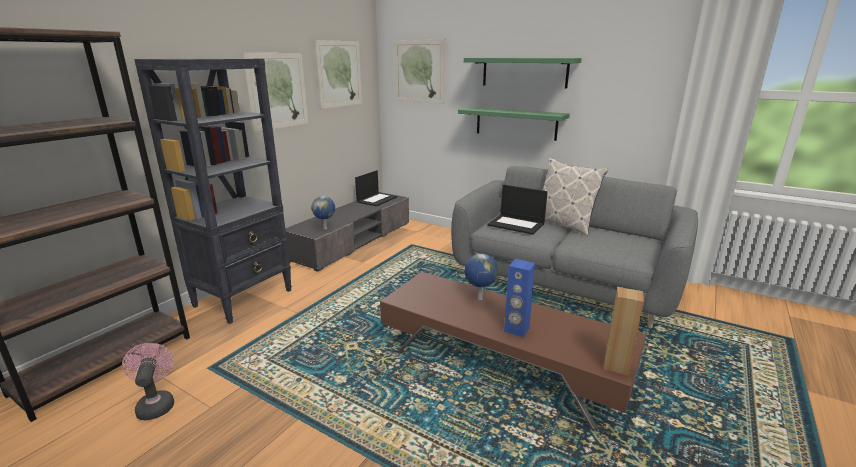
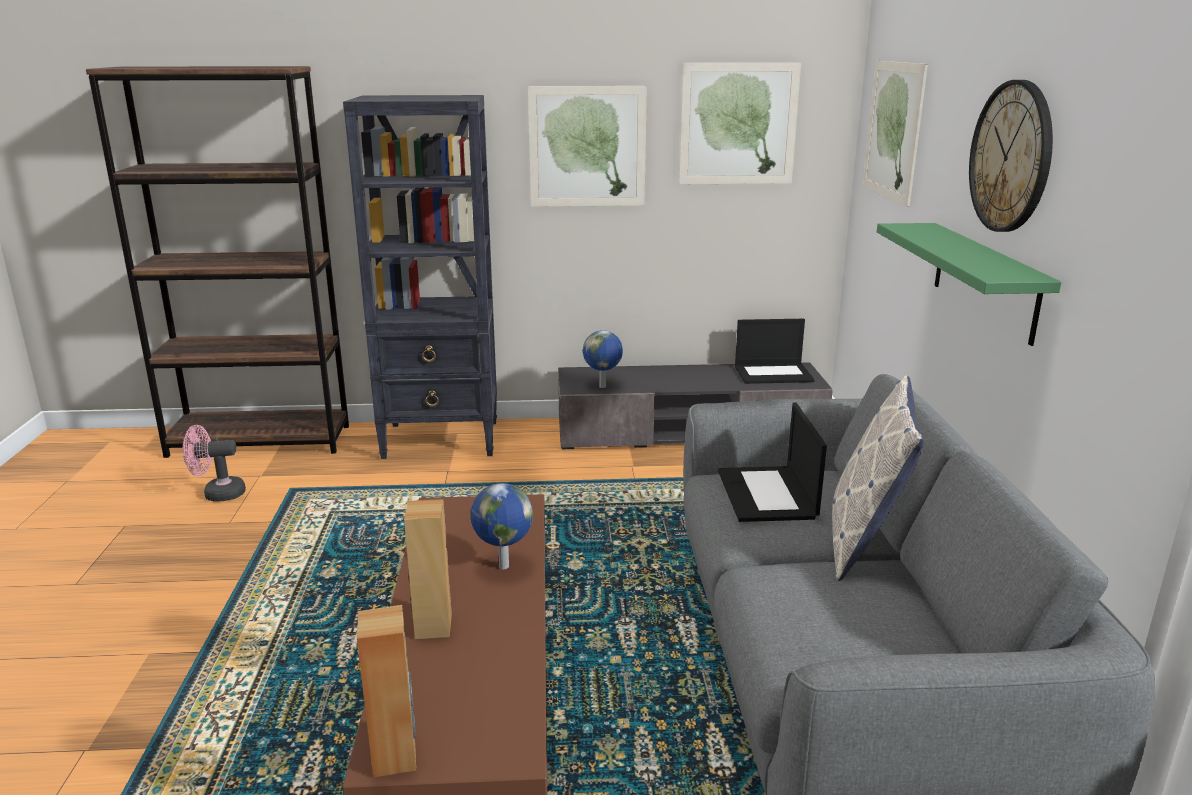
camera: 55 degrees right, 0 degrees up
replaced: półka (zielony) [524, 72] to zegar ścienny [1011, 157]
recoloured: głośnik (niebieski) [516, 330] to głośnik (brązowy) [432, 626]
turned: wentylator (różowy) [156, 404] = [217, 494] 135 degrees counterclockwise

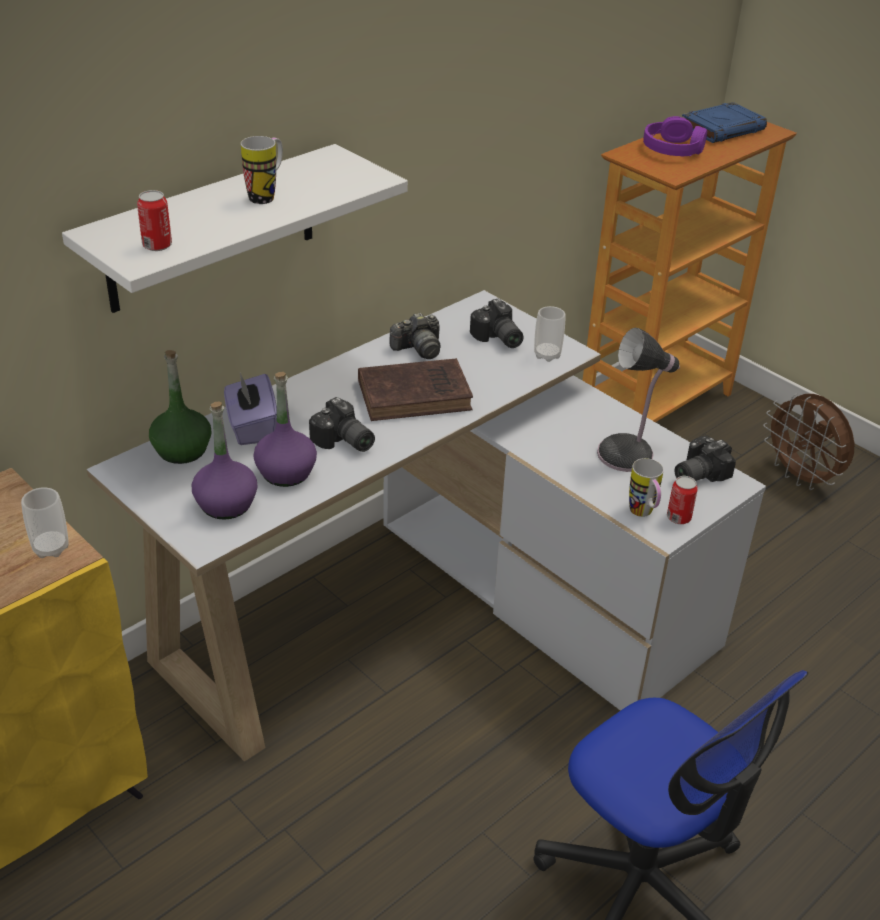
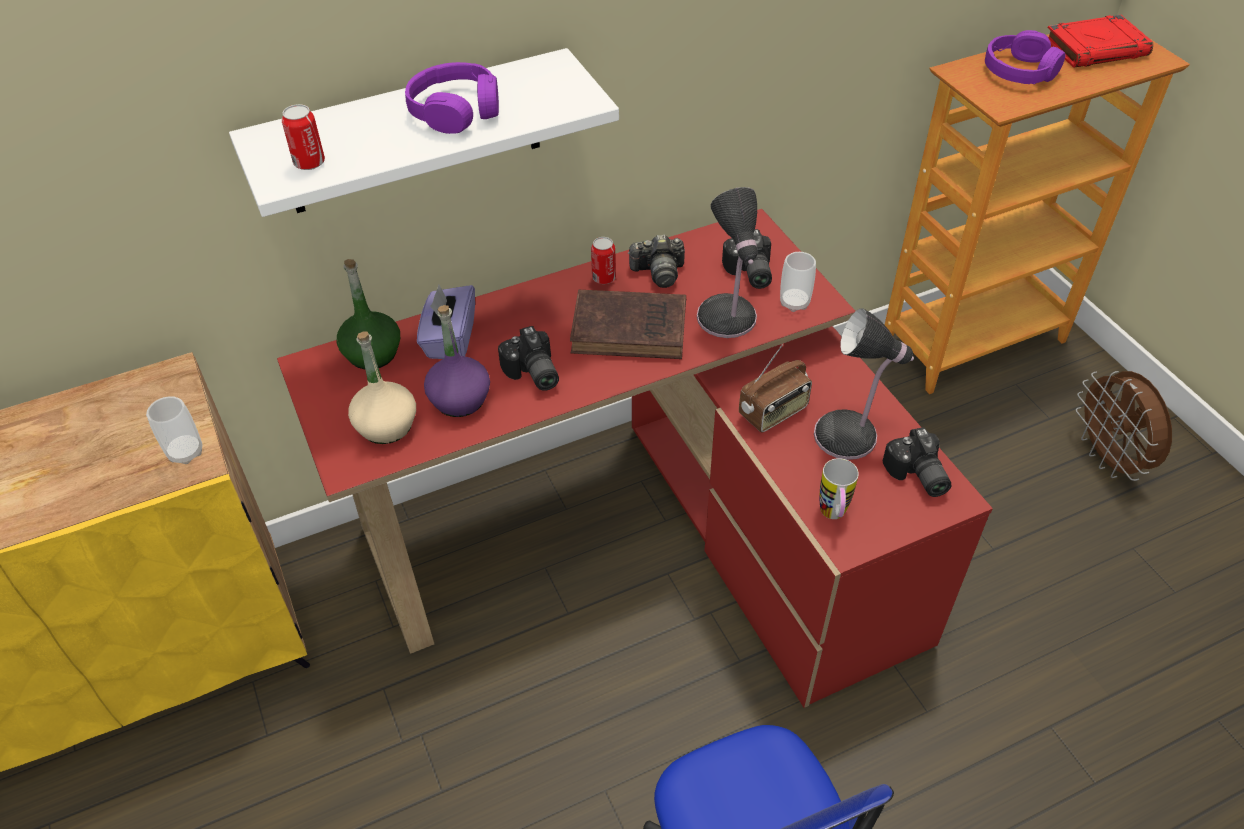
camera: 20 degrees right, 10 degrees up
added: lampa stołowa [727, 320]; radio [773, 413]
moved: puszka [678, 518] to [604, 278]
replaced: kubek [267, 196] to słuchawki (fioletowy) [456, 111]
recoloured: biurko (biały) [433, 612] to biurko (czerwony) [646, 534]; butelka (fioletowy) [226, 504] to butelka (beżowy) [386, 426]; książka (niebieski) [722, 128] to książka (czerwony) [1096, 48]
turned: aparat fotograficzny [696, 473] = [916, 476] 90 degrees counterclockwise

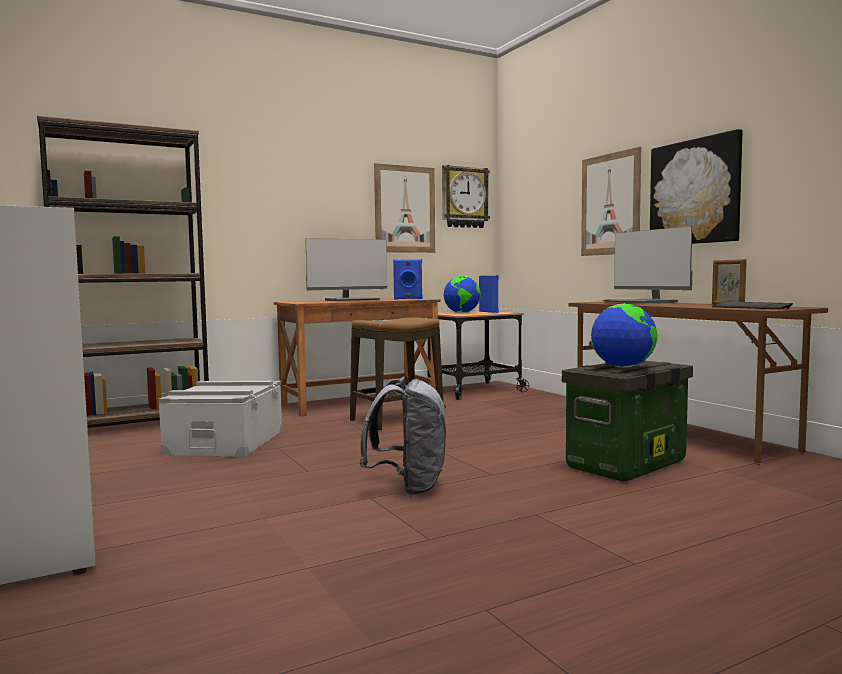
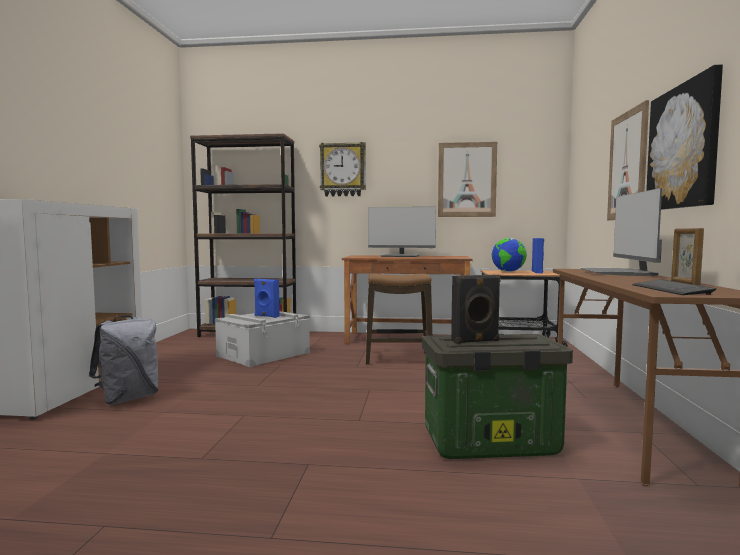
camera: 35 degrees right, 0 degrees up
moved: plecak (szary) [409, 487] to [128, 398]; głośnik (niebieski) [408, 299] to [266, 316]; zegar ścienny [464, 197] to [343, 170]
replaced: globus [623, 367] to głośnik (czarny) [475, 341]

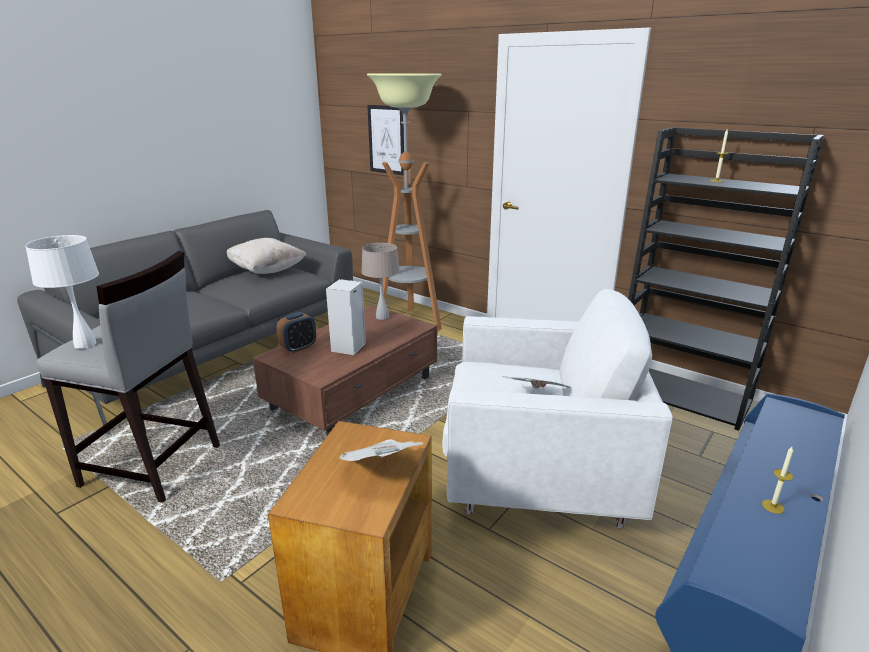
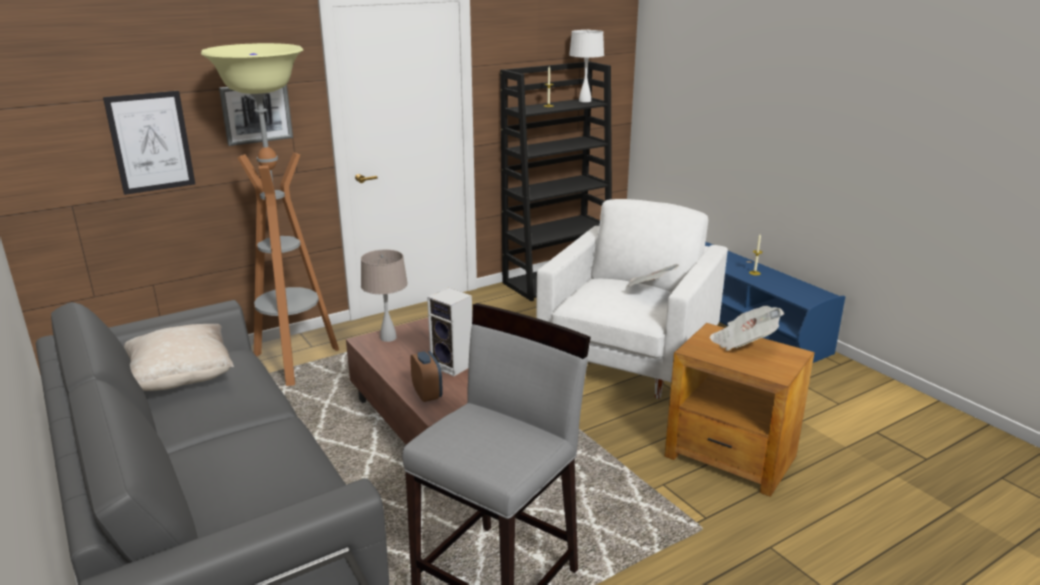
camera: 70 degrees left, 0 degrees up
added: obraz [256, 113]
moved: lampa stołowa (biały) [85, 344] to [585, 101]

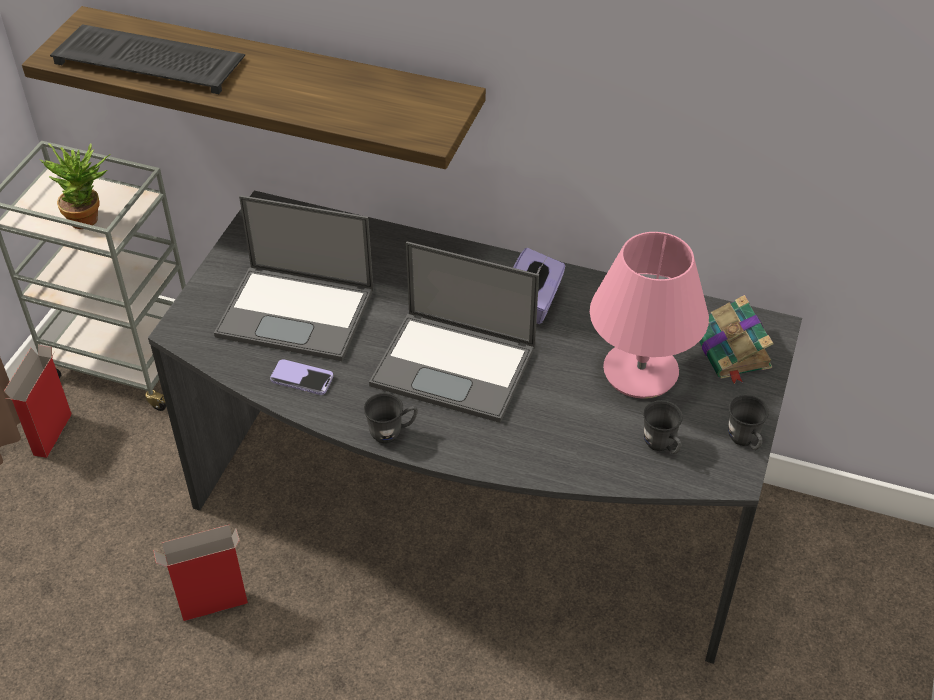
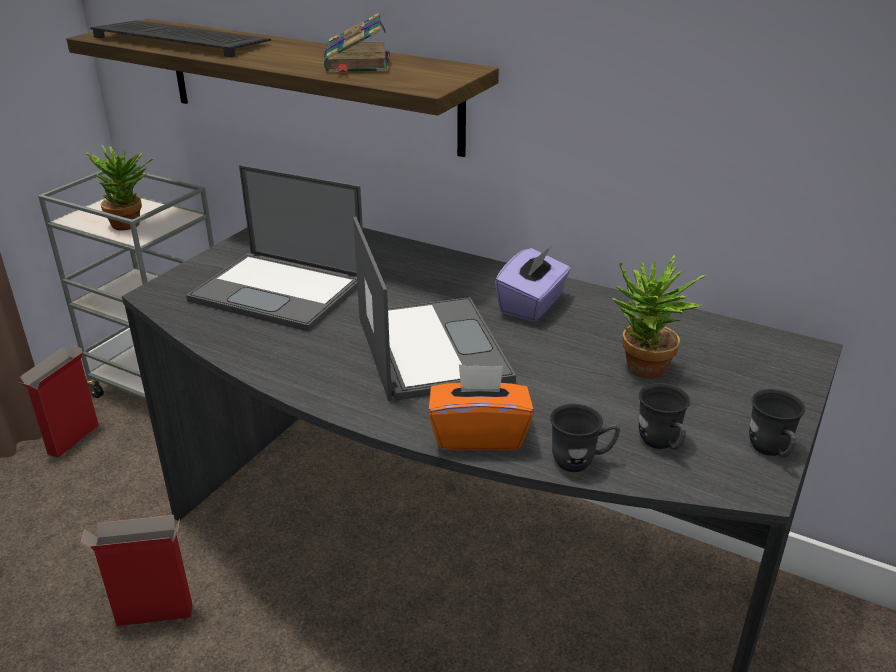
camera: 10 degrees right, 15 degrees down
removed: telefon [302, 378]
added: pudełko chusteczek (pomarańczowy) [479, 435]
moved: kubek (szary) [392, 433] to [581, 461]; książka [732, 351] to [357, 63]
replaced: lampa stołowa (różowy) [639, 371] to roślina doniczkowa [643, 372]
turned: laptop [456, 366] = [431, 347] 135 degrees counterclockwise

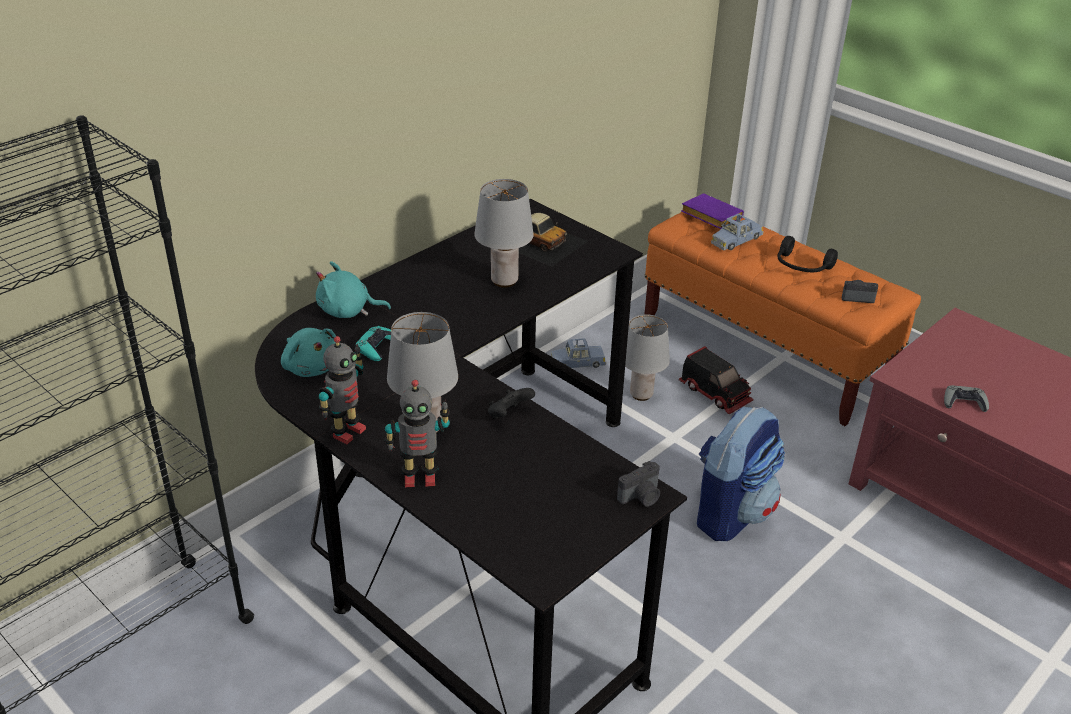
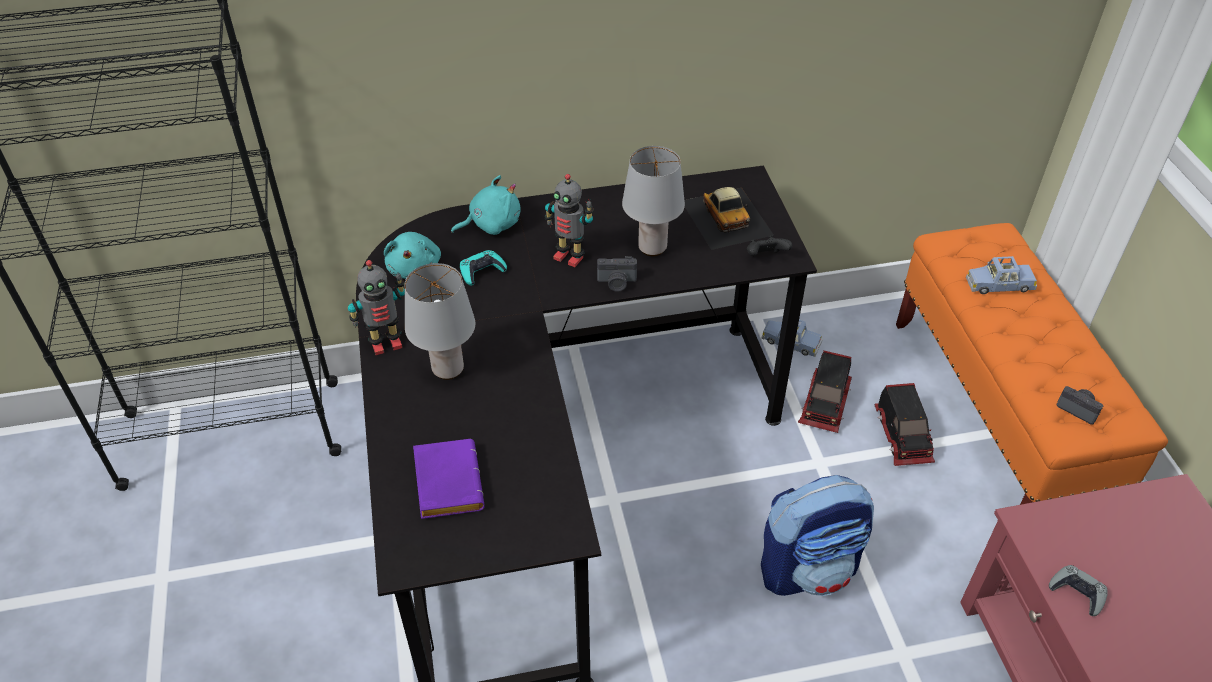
camera: 35 degrees right, 10 degrees up
removed: słuchawki (czarny) [802, 266]
moved: robot zabawkowy [420, 477] to [569, 257]; pad do gier (czarny) [508, 415] to [765, 257]; aparat fotograficzny [641, 497] to [616, 283]; książka (fioletowy) [709, 216] to [445, 482]
replaced: lampa stołowa (szary) [642, 394] to ciężarówka zabawkowa [826, 403]
turned: pluszak (turkusowy) [348, 311] = [491, 224] 120 degrees clockwise

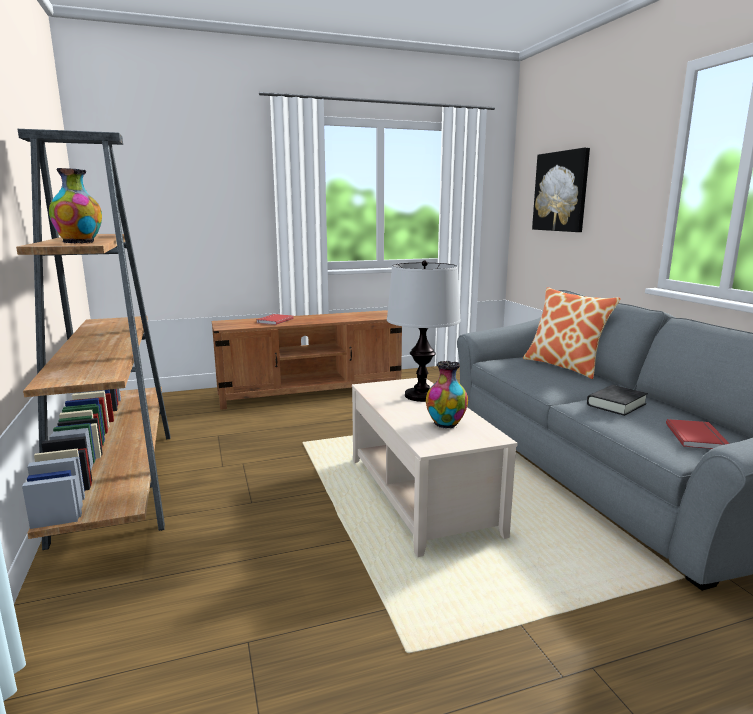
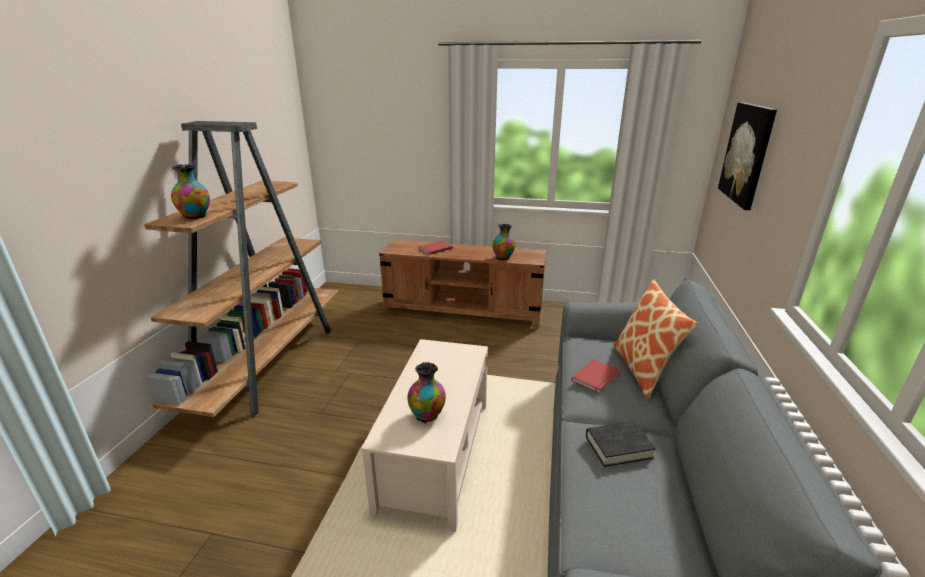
camera: 30 degrees right, 10 degrees up
removed: lampa stołowa [421, 396]
added: wazon [503, 258]
moved: książka (czerwony) [698, 437] to [597, 378]

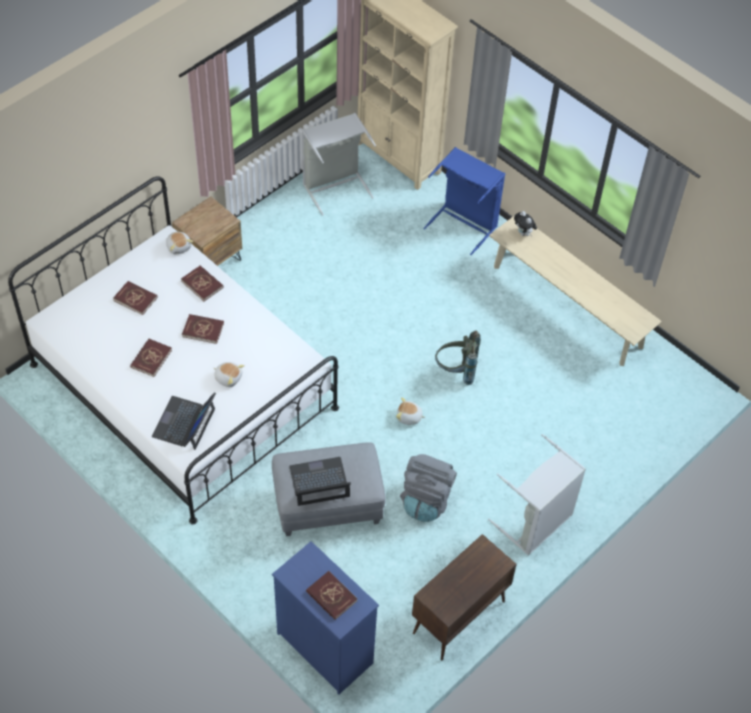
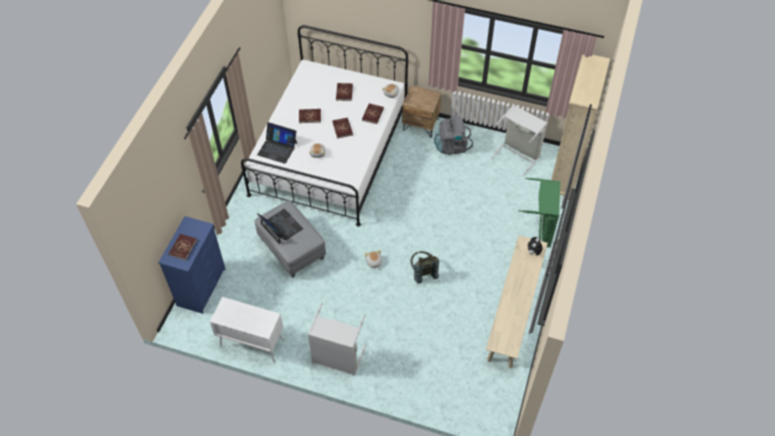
camera: 65 degrees right, 0 degrees up
moved: plecak (szary) [426, 500] to [451, 146]
recoloured: szafka (brązowy) [458, 618] to szafka (biały) [251, 343]; kosz na pranie (niebieski) [464, 223] to kosz na pranie (zielony) [539, 229]
turned: laptop [185, 423] = [277, 148] 150 degrees counterclockwise

